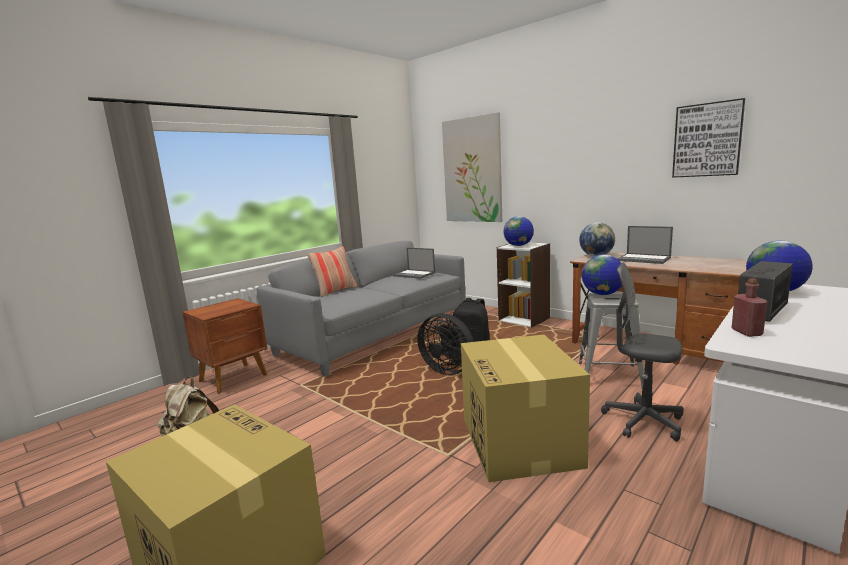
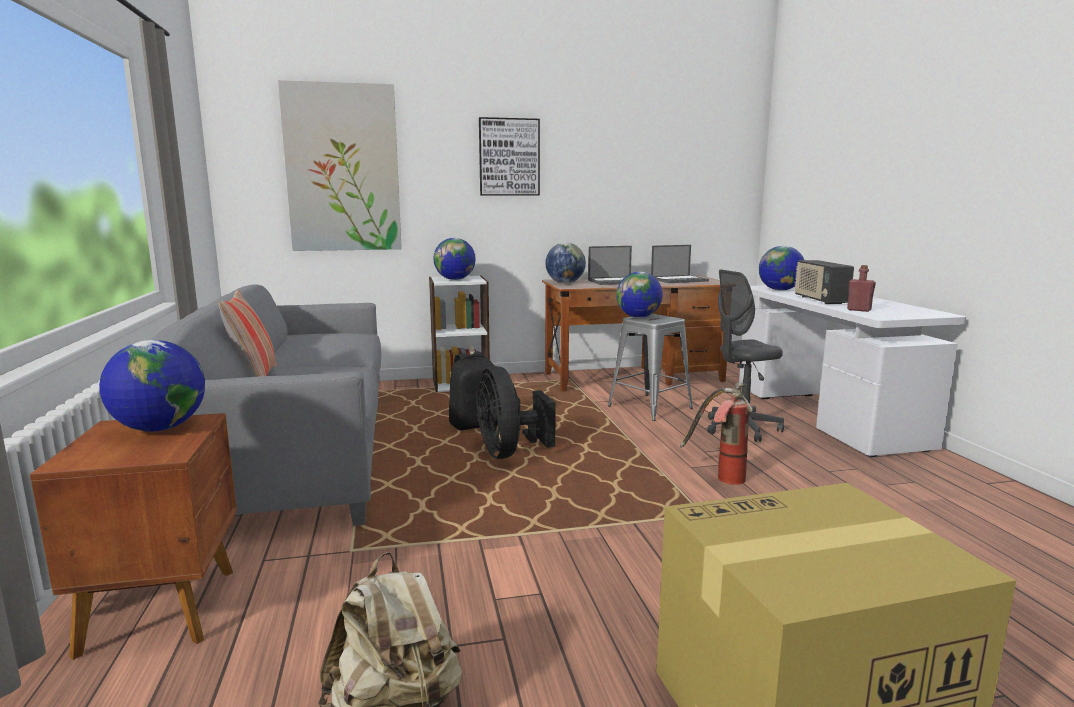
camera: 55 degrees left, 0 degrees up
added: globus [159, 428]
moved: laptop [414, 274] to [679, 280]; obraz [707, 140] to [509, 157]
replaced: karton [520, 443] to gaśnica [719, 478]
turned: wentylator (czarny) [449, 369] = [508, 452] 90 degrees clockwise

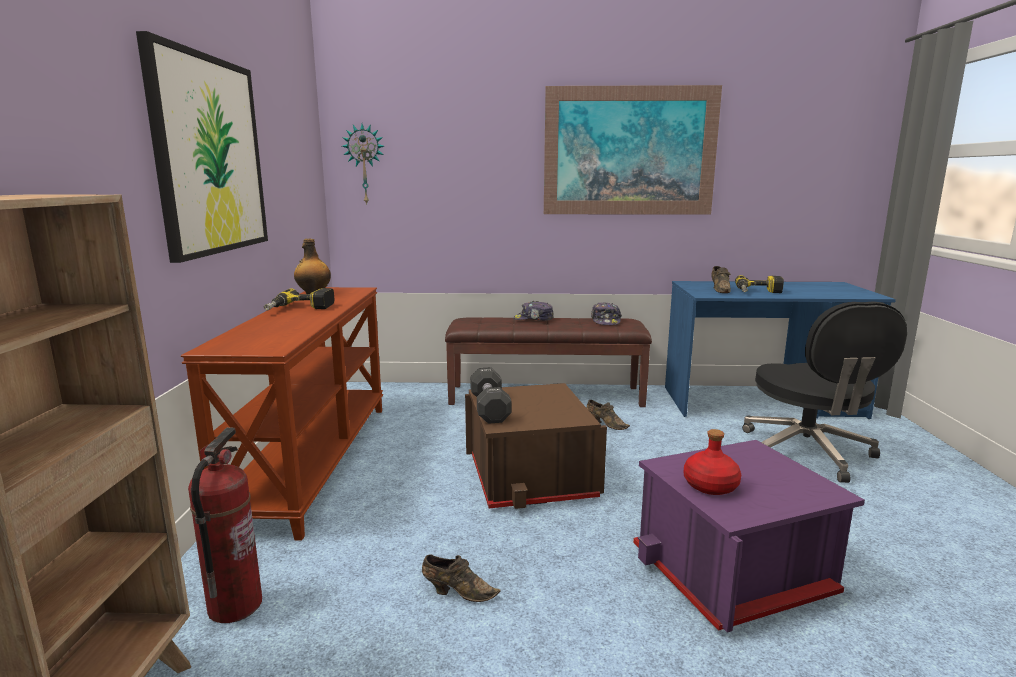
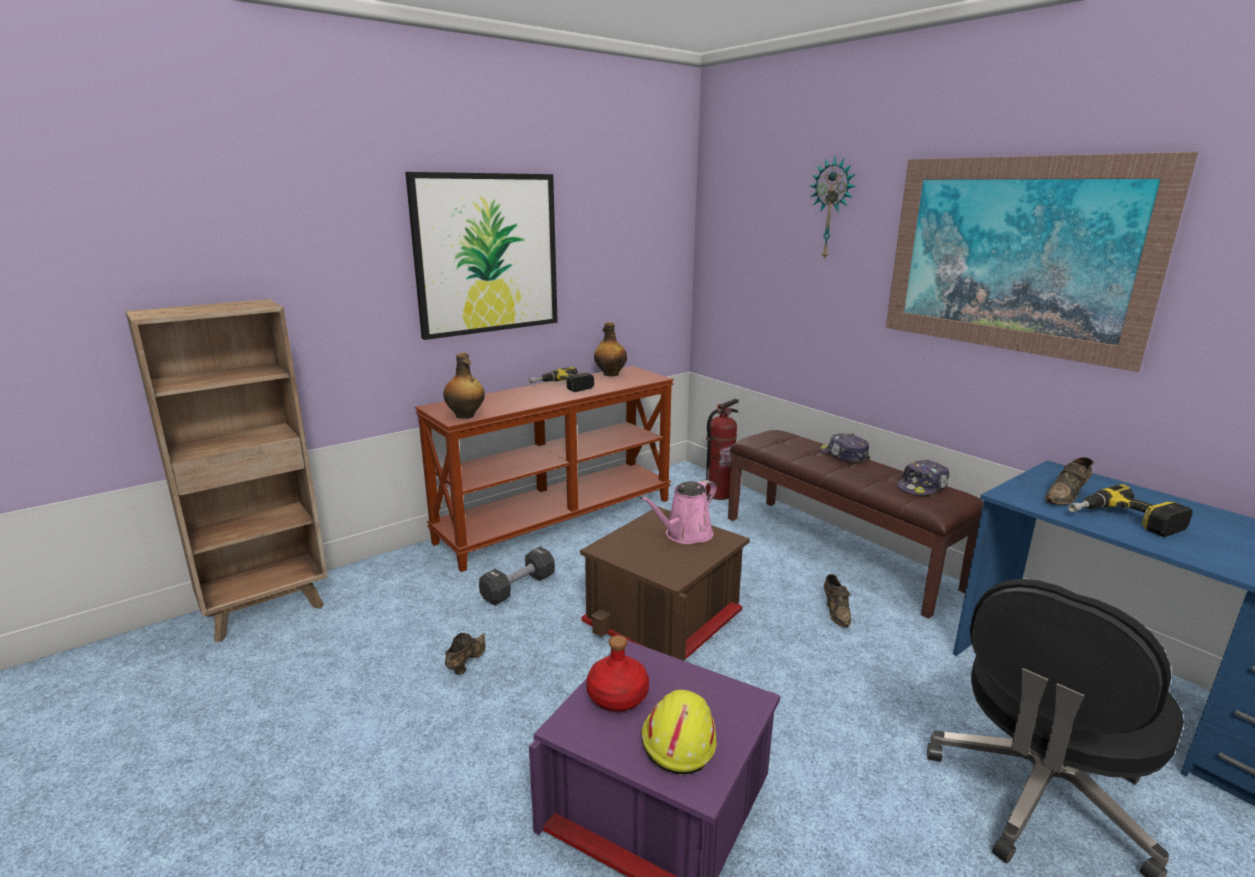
camera: 50 degrees right, 5 degrees up
added: butelka [465, 416]; konewka (różowy) [685, 535]; kask (żółty) [678, 739]
moved: gaśnica [235, 606] to [718, 494]; zegar ścienny [365, 164] to [832, 209]; hantel (czarny) [489, 408] to [518, 588]
turned: but (brązowy) [458, 592] = [466, 662] 135 degrees counterclockwise

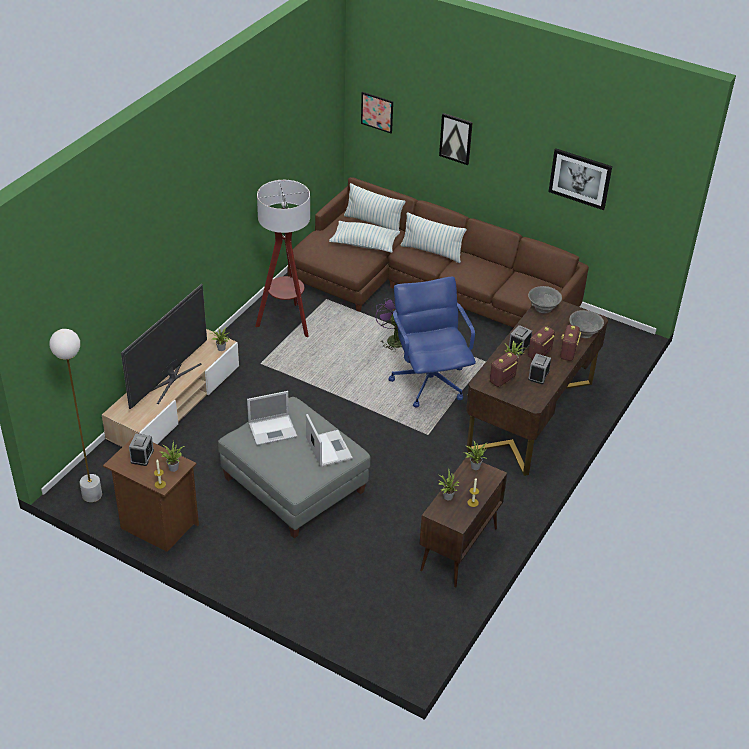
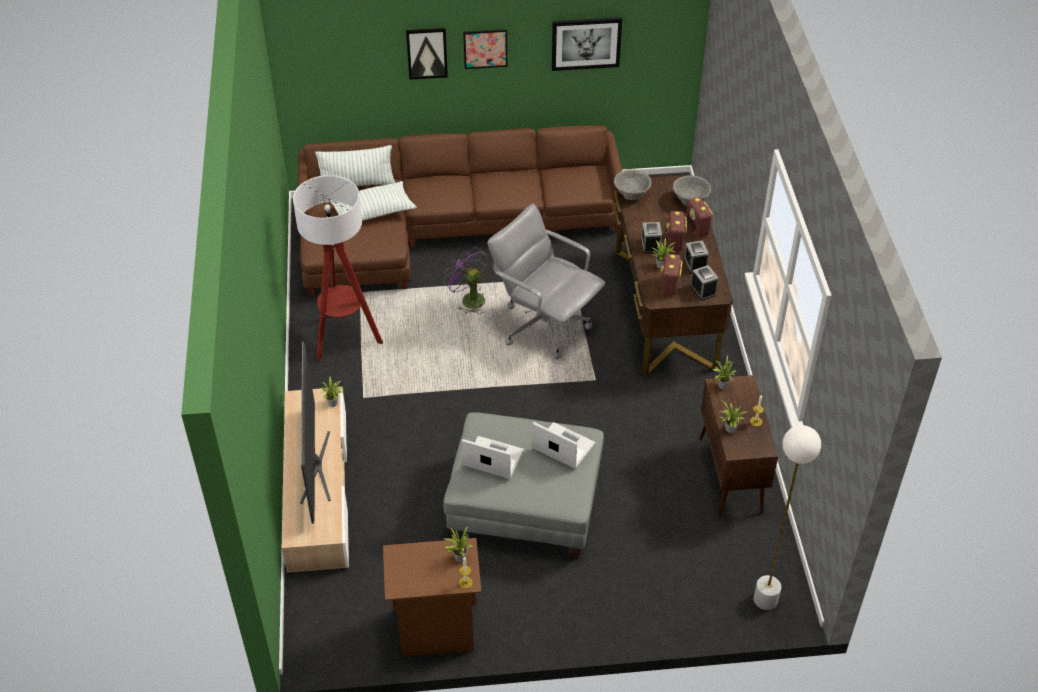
camera: 35 degrees left, 5 degrees up
removed: poduszka [432, 252]
moved: lampa stojąca (biały) [92, 495] to [765, 599]; budzik [142, 456] to [703, 290]; obraz [377, 112] to [485, 48]
recoloured: krzesło biurowe (niebieski) [429, 381] to krzesło biurowe (szary) [544, 325]
turned: laptop [273, 429] = [492, 458] 105 degrees counterclockwise

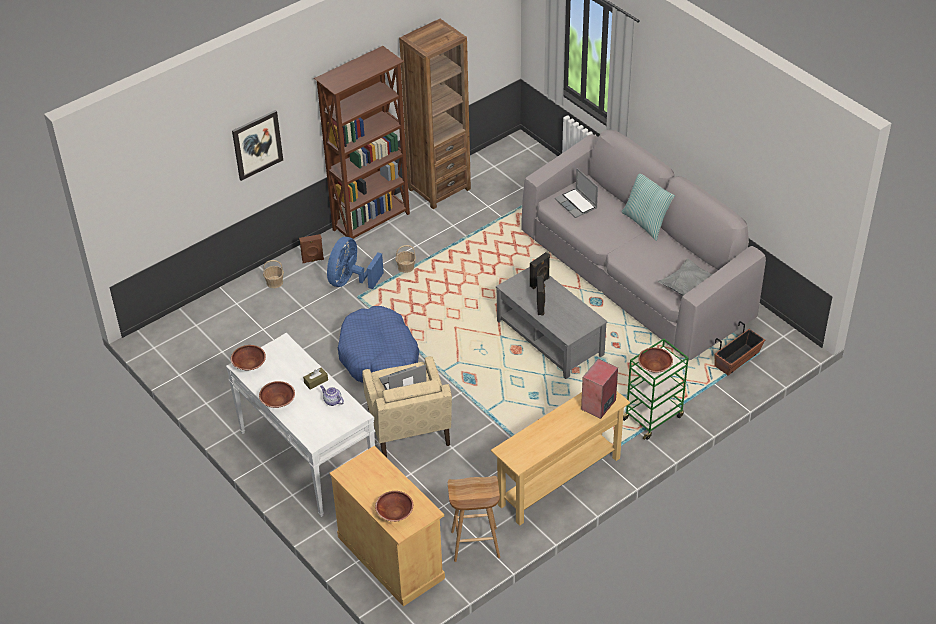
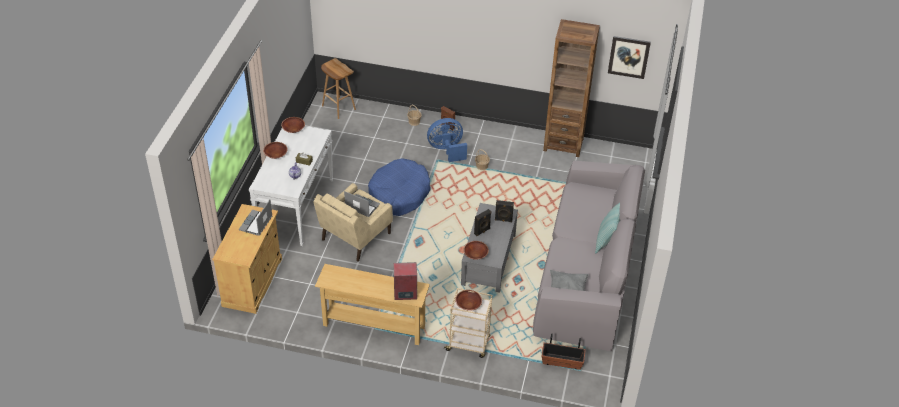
camera: 50 degrees right, 0 degrees up
removed: regał (brązowy) [372, 222]
moved: obraz [257, 144] to [629, 57]; miska (brązowy) [394, 513] to [475, 255]; stołek (brązowy) [474, 545] to [338, 107]; laptop [576, 204] to [256, 224]
recoloured: wózek (zielony) [653, 417] to wózek (beżowy) [468, 344]

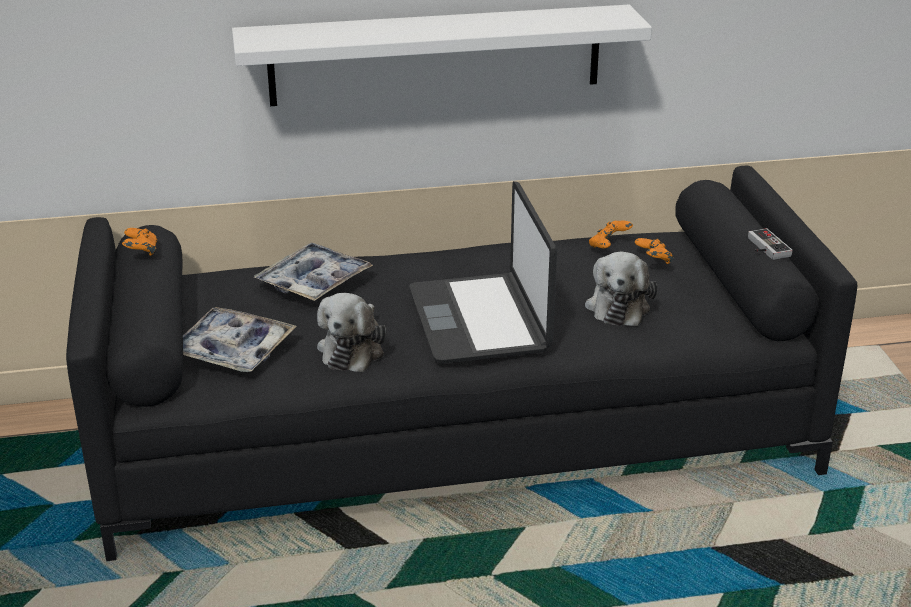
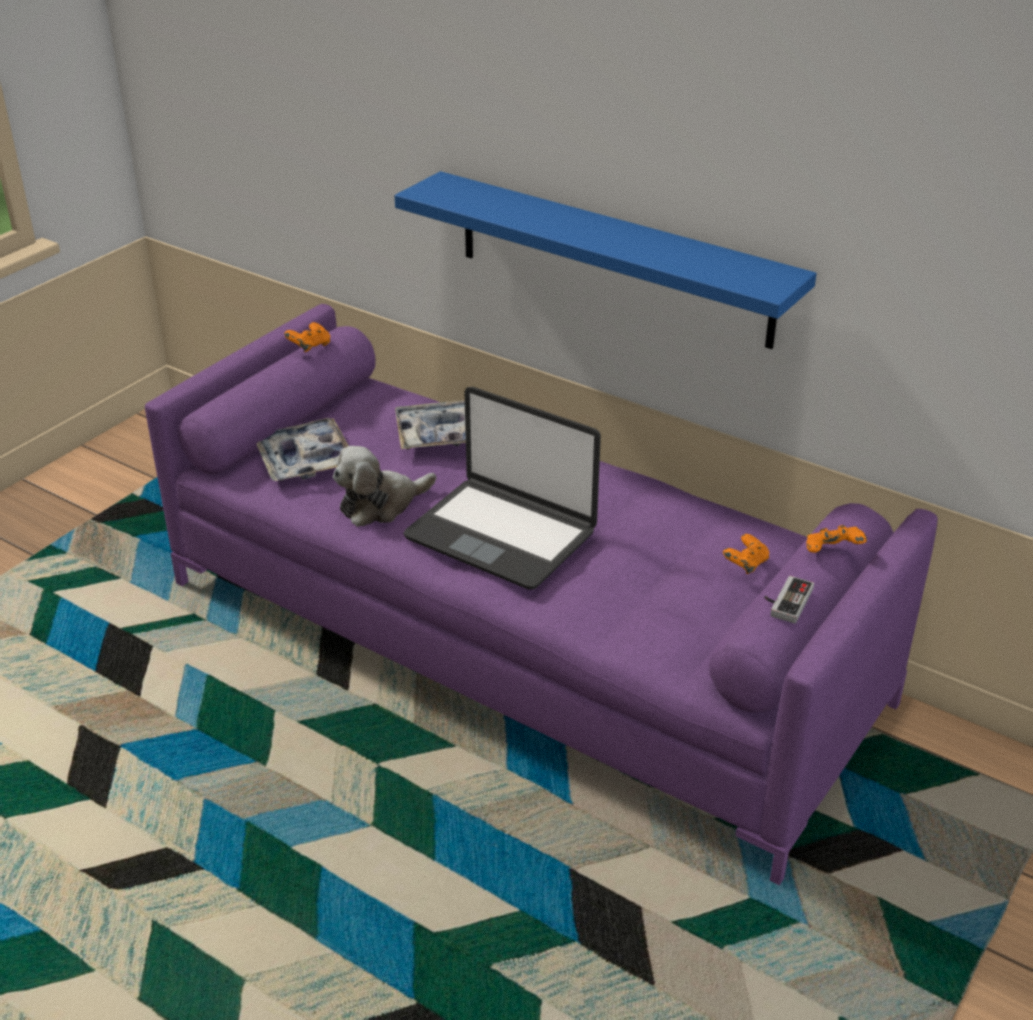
camera: 45 degrees right, 5 degrees up
removed: pluszak [618, 306]
moved: pad do gier (pomarańczowy) [608, 246] to [832, 552]
recoloured: kanapa (czarny) [456, 437] to kanapa (fioletowy) [518, 641]; półka (biały) [436, 55] to półka (niebieski) [612, 259]
turned: laptop [480, 320] = [502, 534] 90 degrees counterclockwise

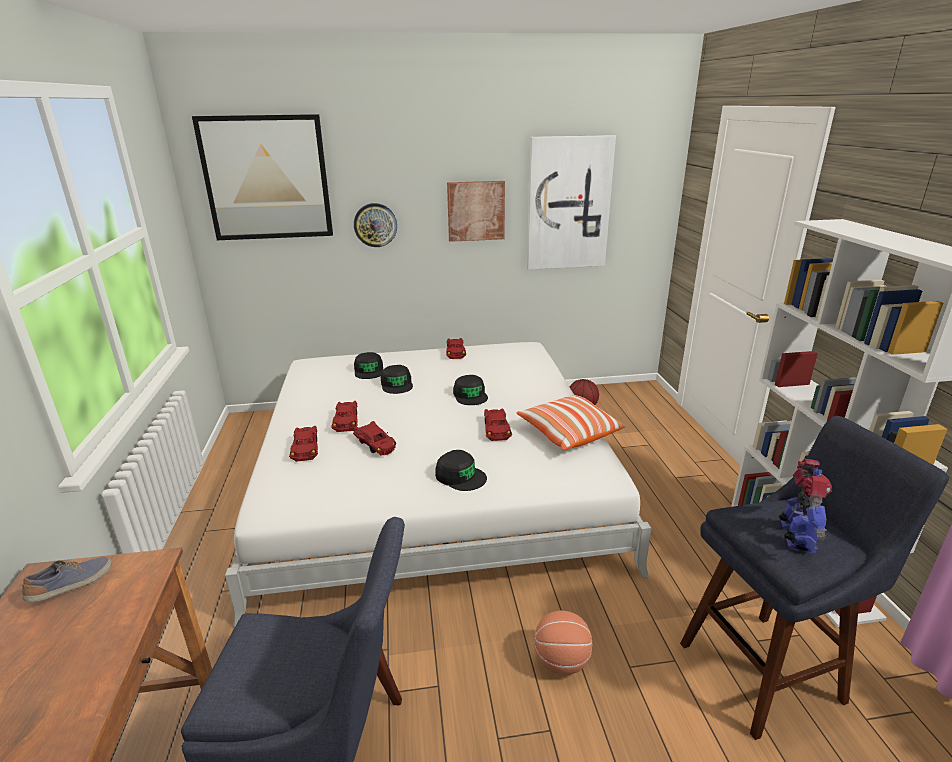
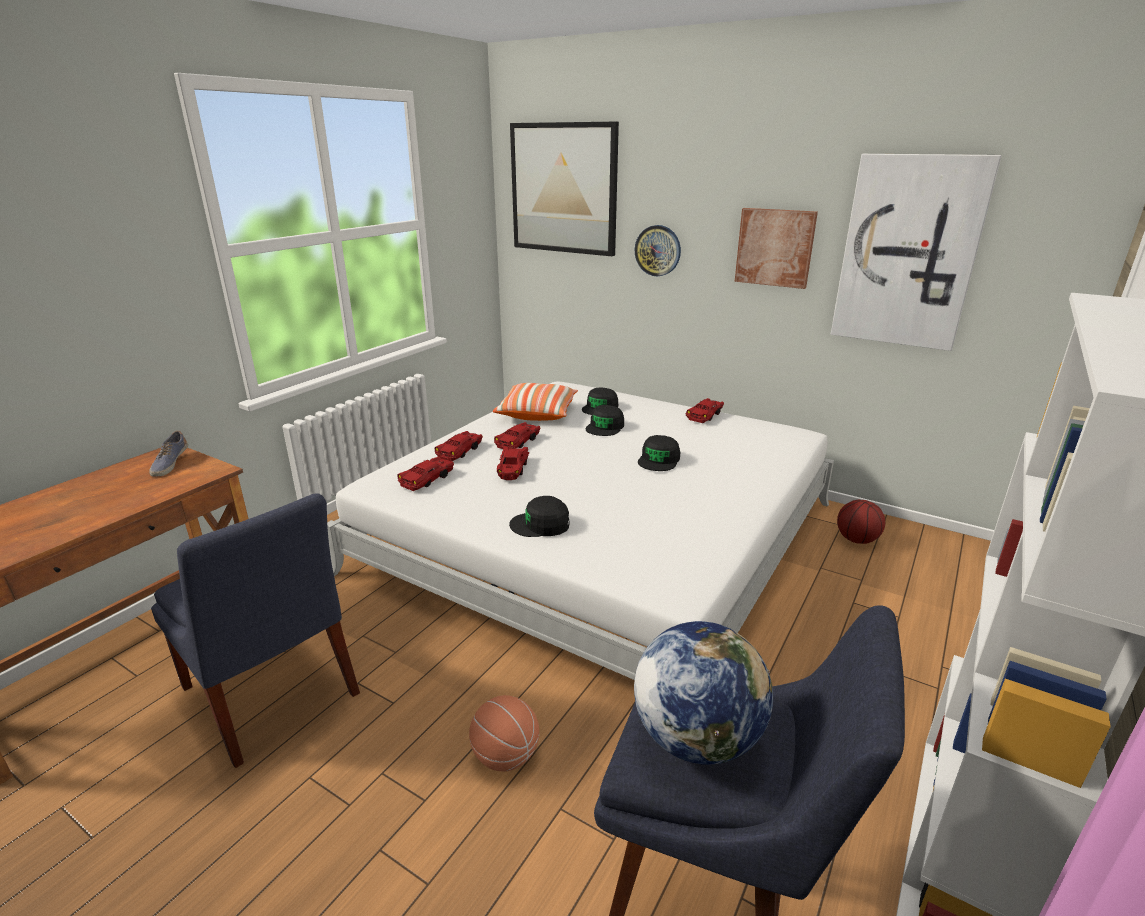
camera: 40 degrees right, 0 degrees up
moved: samochodzik (czerwony) [496, 429] to [428, 479]; poduszka [568, 433] to [537, 413]
replaced: robot zabawkowy [796, 538] to globus [696, 737]
turned: but [73, 586] = [170, 464] 105 degrees clockwise; czapka z daszkiem (czarny) [460, 476] = [541, 524] 105 degrees clockwise

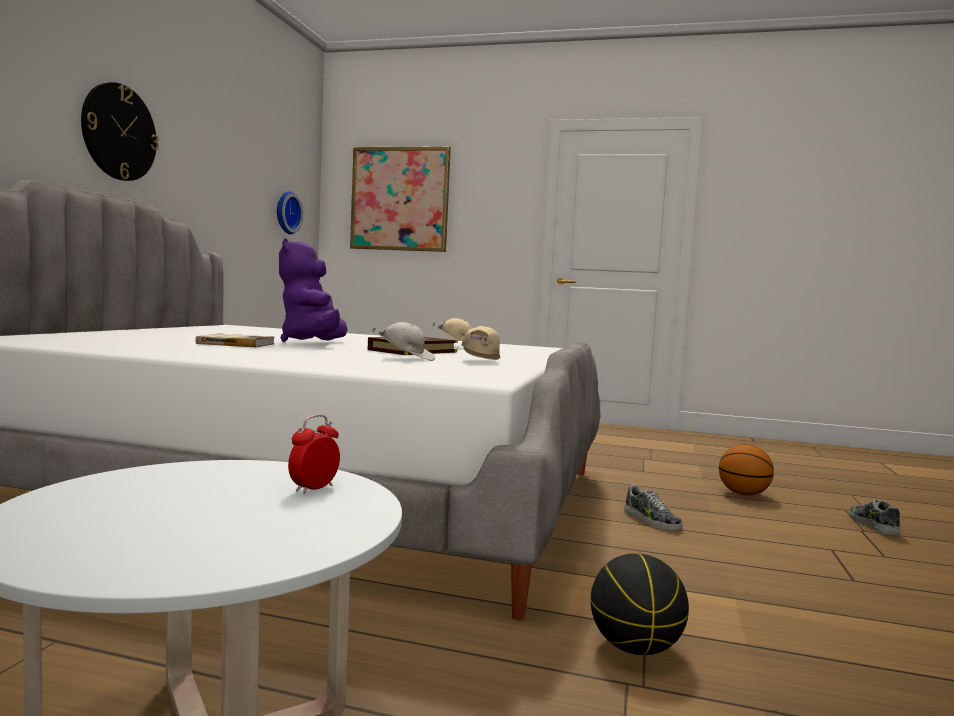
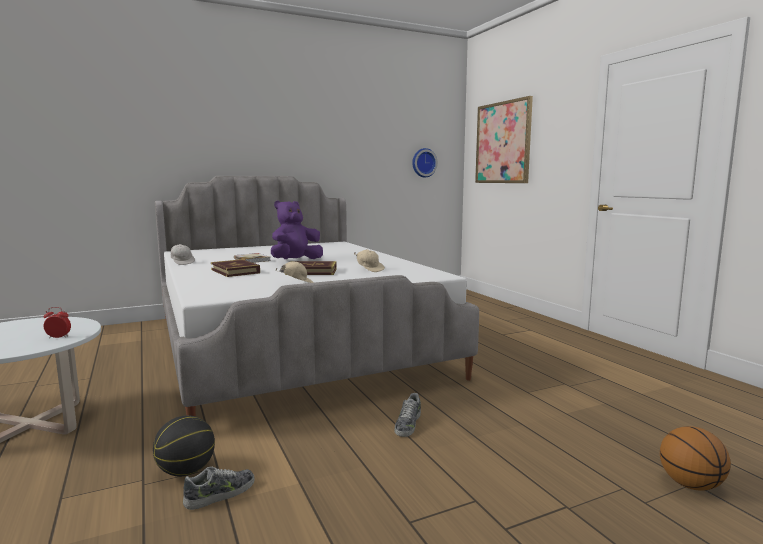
camera: 50 degrees right, 5 degrees up
removed: zegar ścienny [119, 132]
added: książka [235, 271]
moved: czapka z daszkiem (biały) [407, 358] to [182, 262]; piłka do koszykówki [743, 494] to [690, 484]; but [874, 526] to [220, 494]

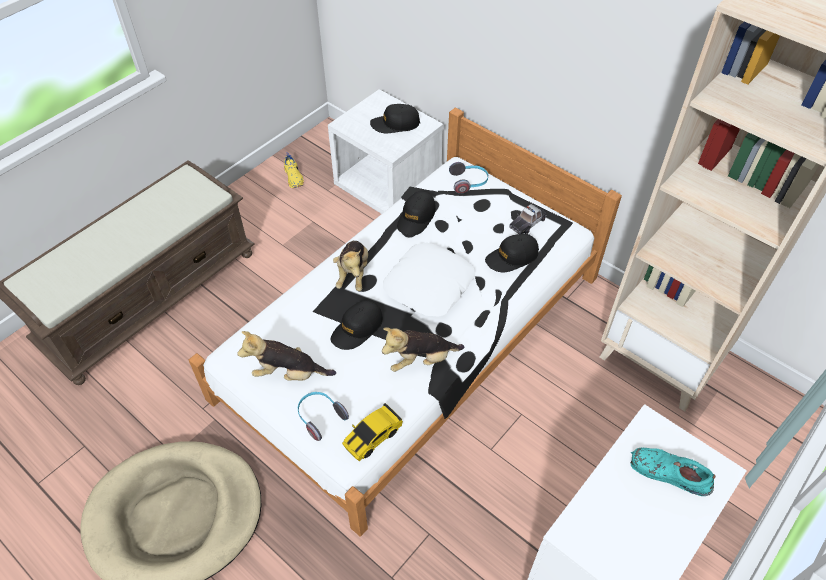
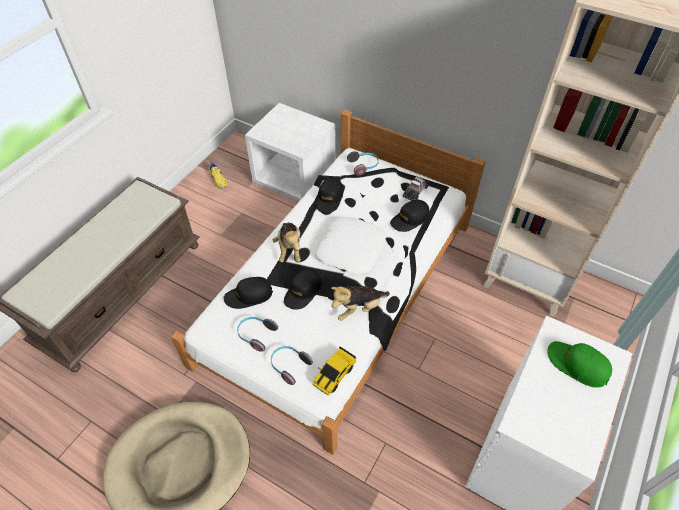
camera: 10 degrees left, 0 degrees up
moved: czapka z daszkiem (czarny) [395, 124] to [249, 296]
replaced: pluszak [288, 373] to słuchawki [256, 335]; but (turkusowy) [668, 473] to czapka z daszkiem (zielony) [577, 365]

